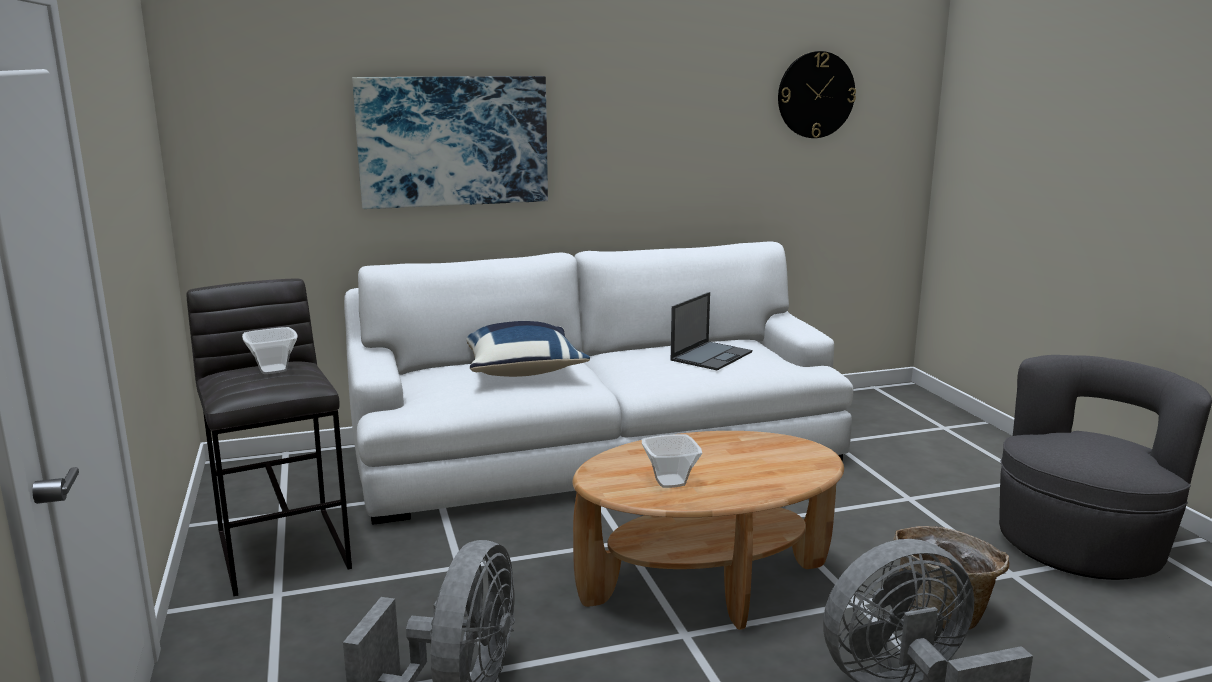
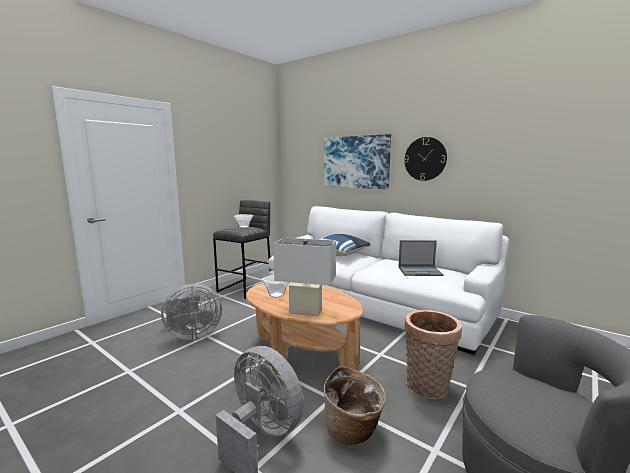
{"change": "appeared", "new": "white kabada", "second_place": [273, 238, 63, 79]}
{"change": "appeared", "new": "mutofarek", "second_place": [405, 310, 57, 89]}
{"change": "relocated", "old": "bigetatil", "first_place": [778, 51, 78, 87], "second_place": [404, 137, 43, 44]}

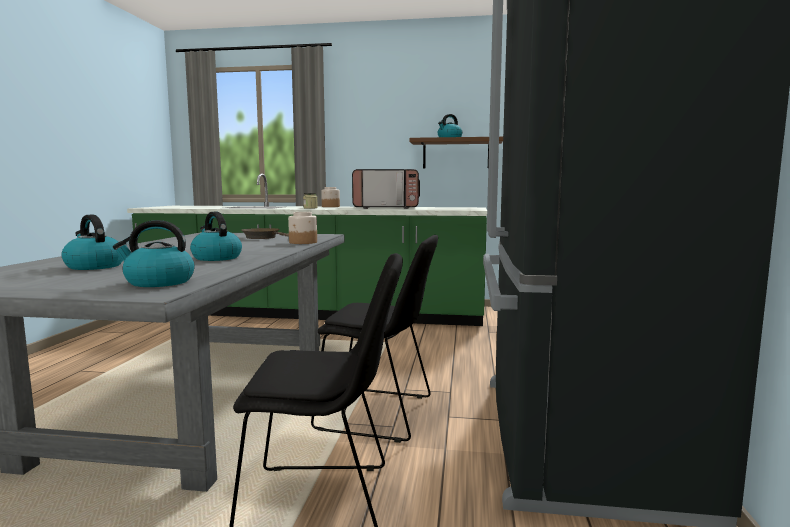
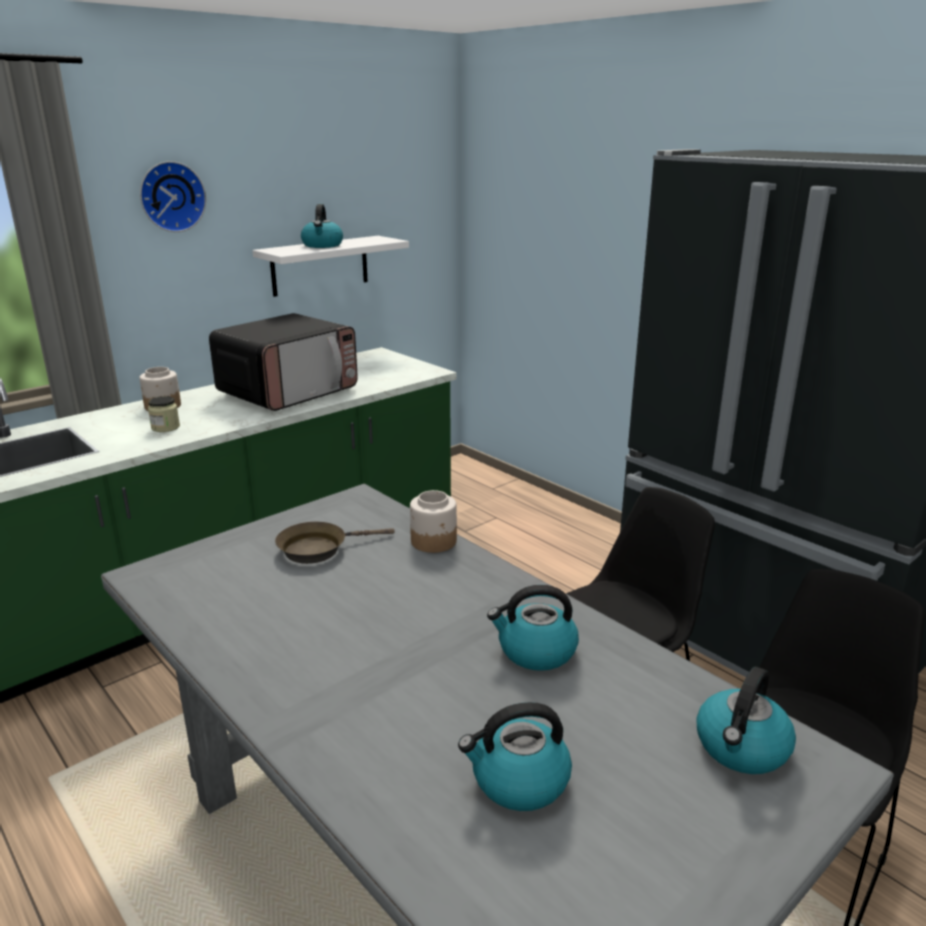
{"change": "appeared", "new": "bigetatil", "second_place": [140, 161, 66, 71]}
{"change": "colour", "old": "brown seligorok", "new": "white seligorok", "first_place": [410, 136, 93, 33], "second_place": [252, 236, 157, 61]}

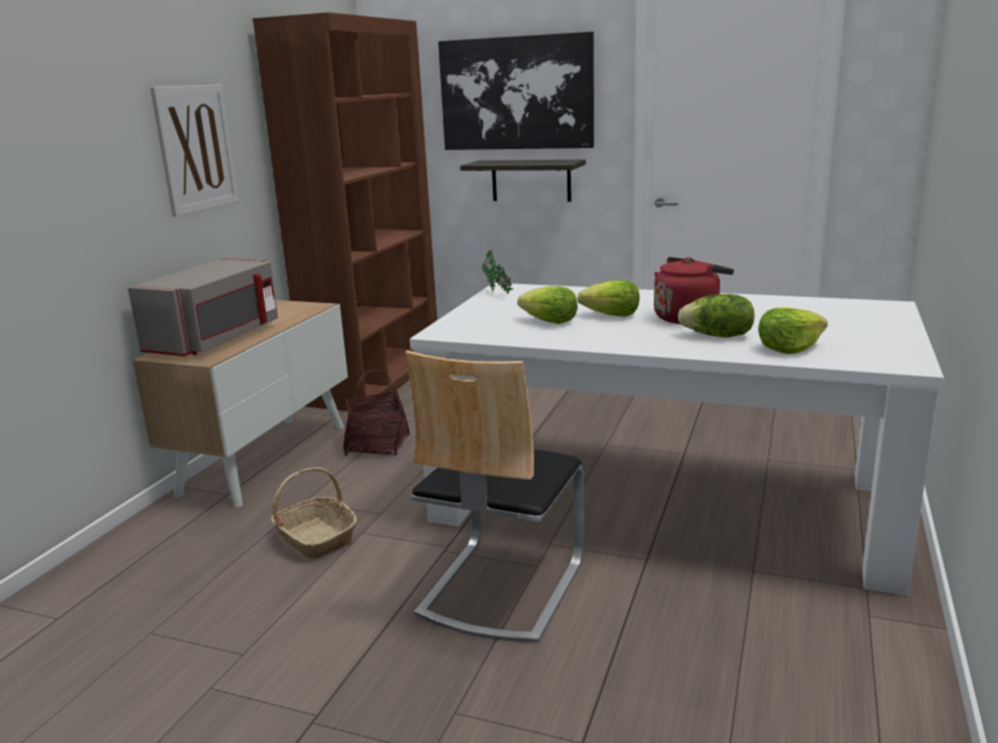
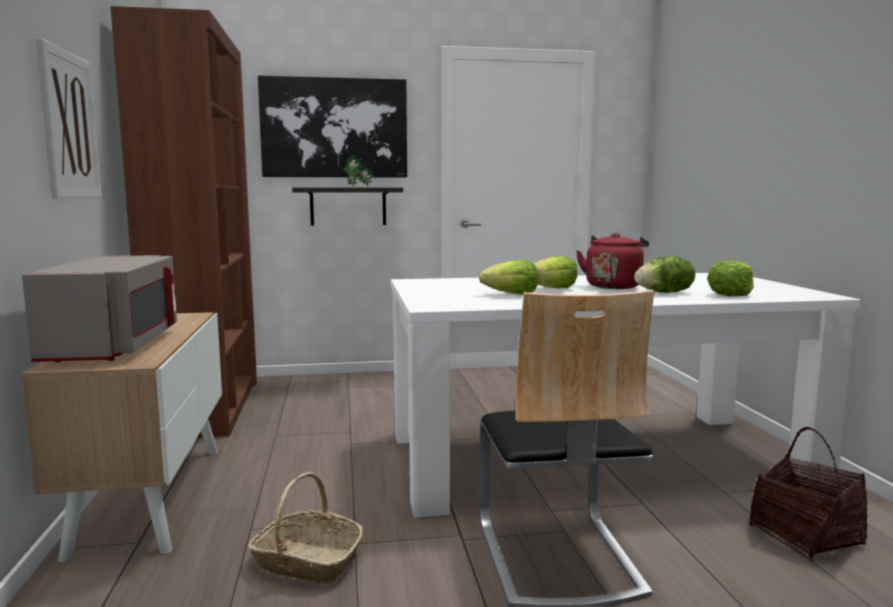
{"change": "relocated", "old": "mutofarek", "first_place": [343, 369, 67, 87], "second_place": [749, 427, 119, 134]}
{"change": "relocated", "old": "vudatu", "first_place": [482, 249, 31, 45], "second_place": [343, 155, 31, 31]}

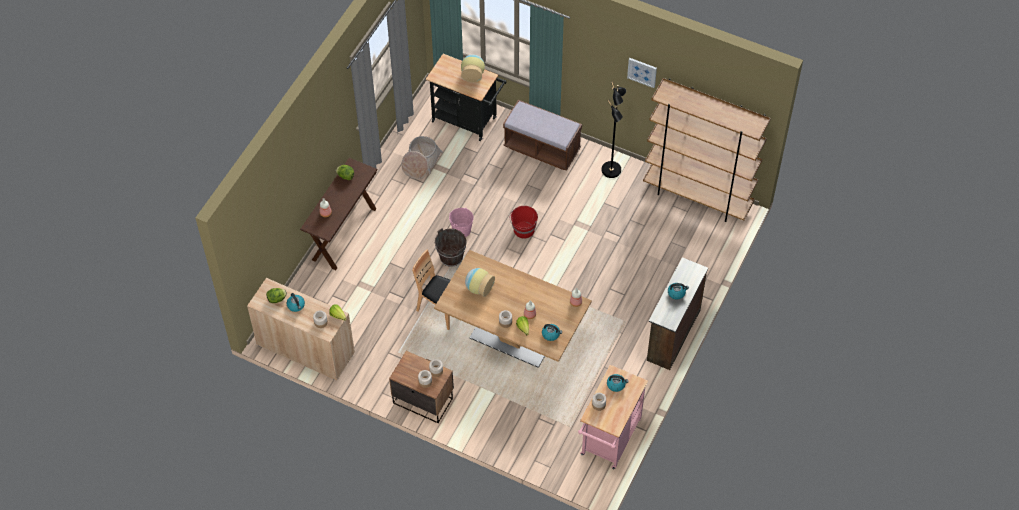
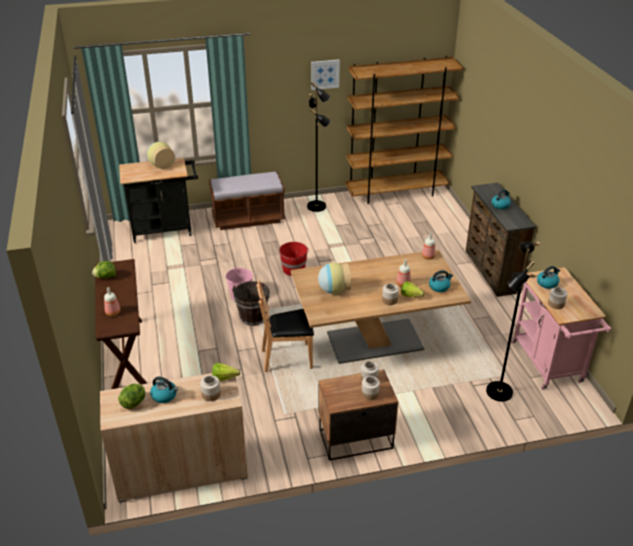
{"change": "missing", "old": "mutofarek", "first_place": [402, 136, 41, 43]}
{"change": "appeared", "new": "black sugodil", "second_place": [486, 241, 54, 161]}

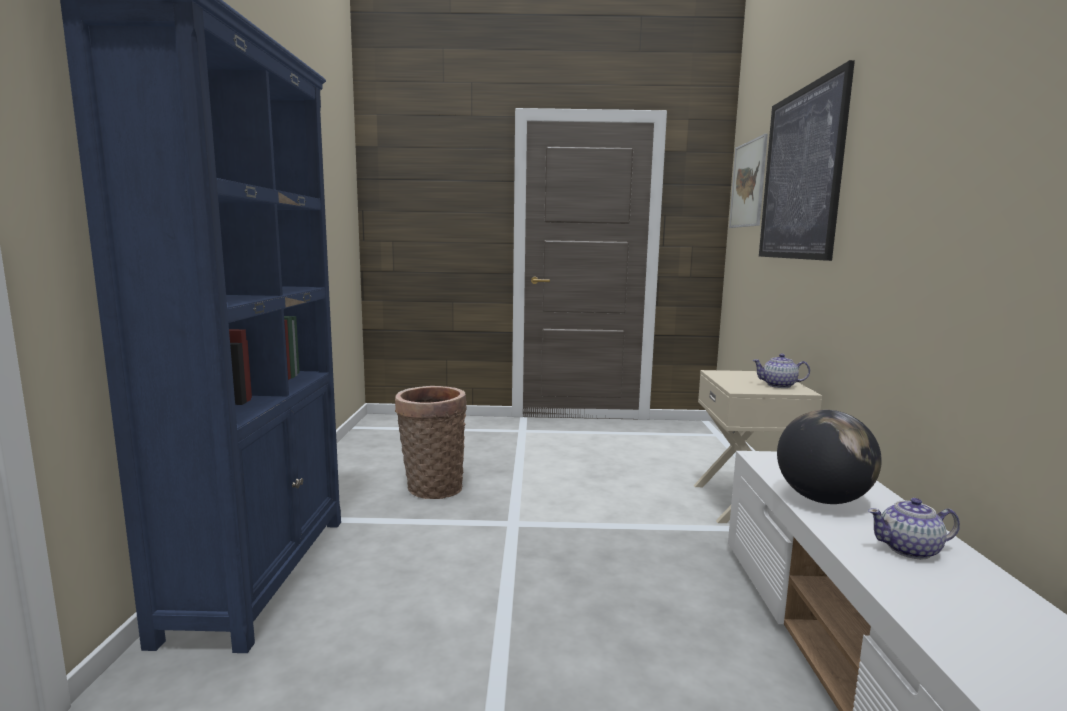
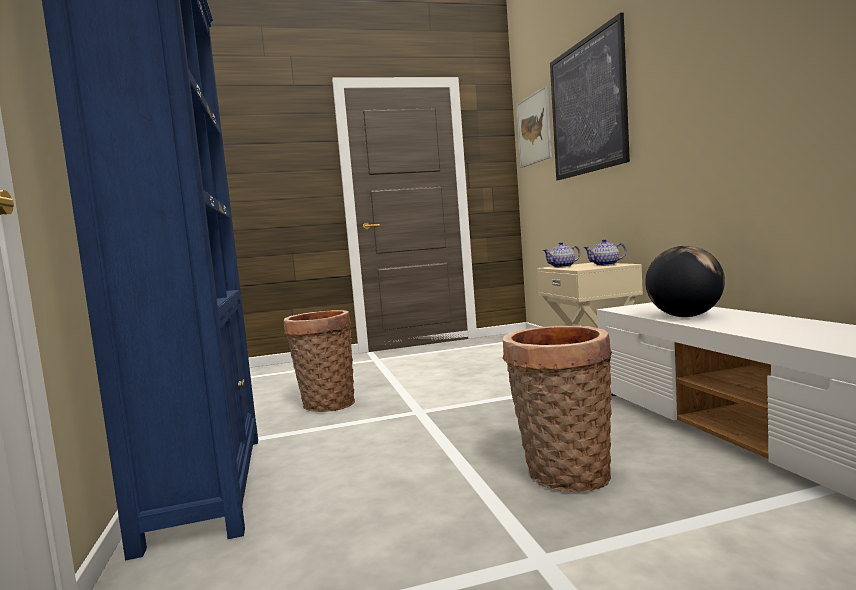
{"change": "appeared", "new": "mutofarek", "second_place": [502, 326, 110, 166]}
{"change": "relocated", "old": "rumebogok", "first_place": [868, 498, 92, 62], "second_place": [543, 242, 37, 26]}

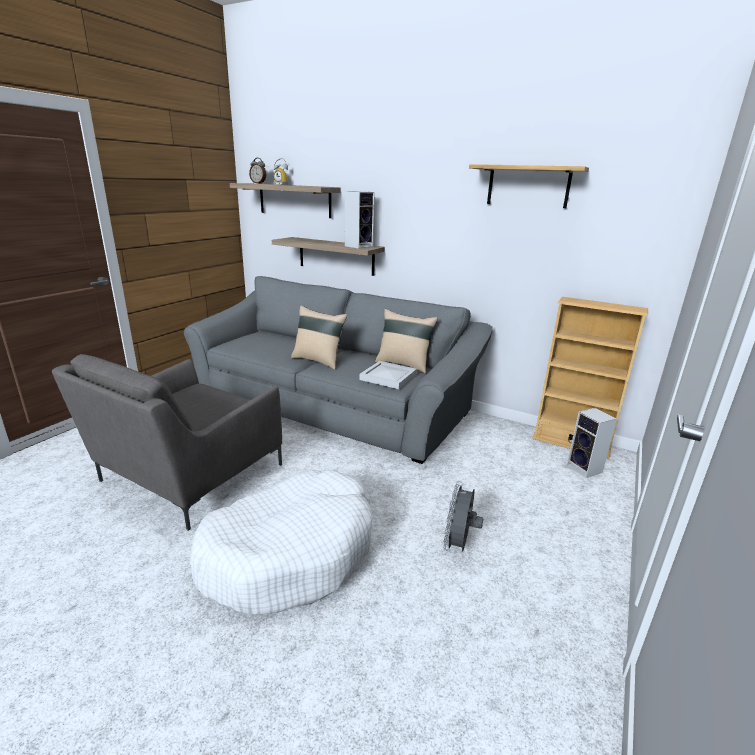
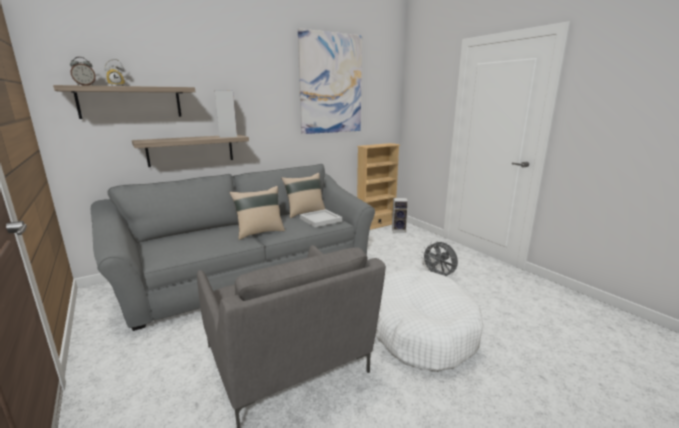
{"change": "exchanged", "old": "seligorok", "new": "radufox", "first_place": [469, 164, 120, 44], "second_place": [298, 28, 64, 106]}

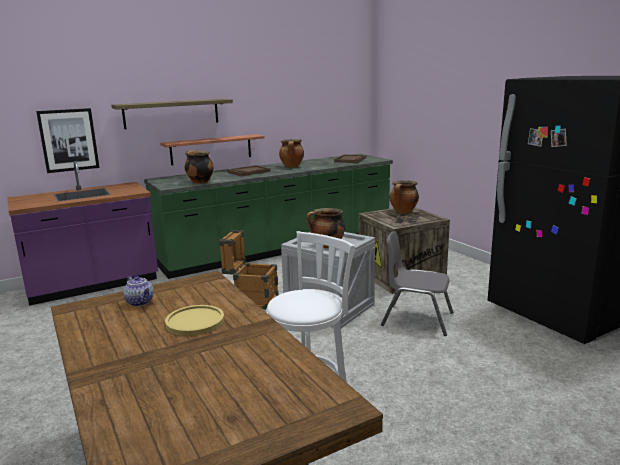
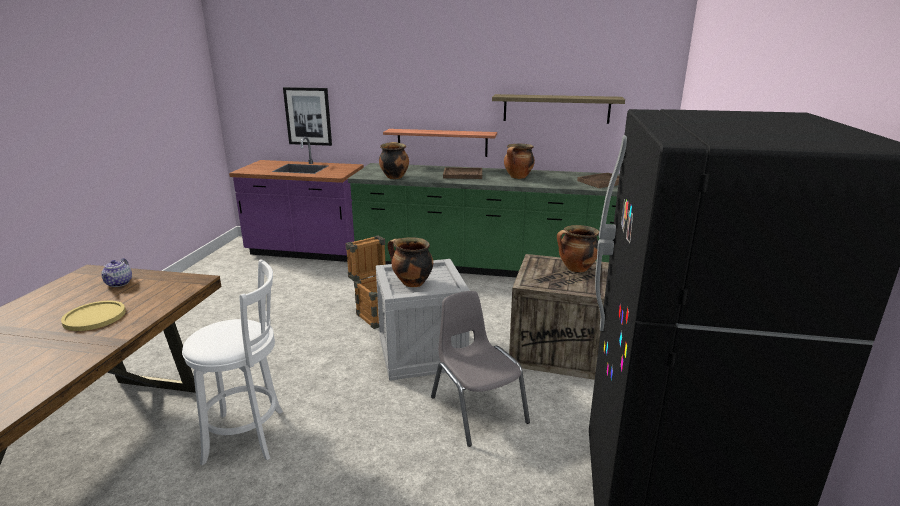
{"change": "relocated", "old": "seligorok", "first_place": [111, 99, 122, 30], "second_place": [492, 94, 133, 30]}

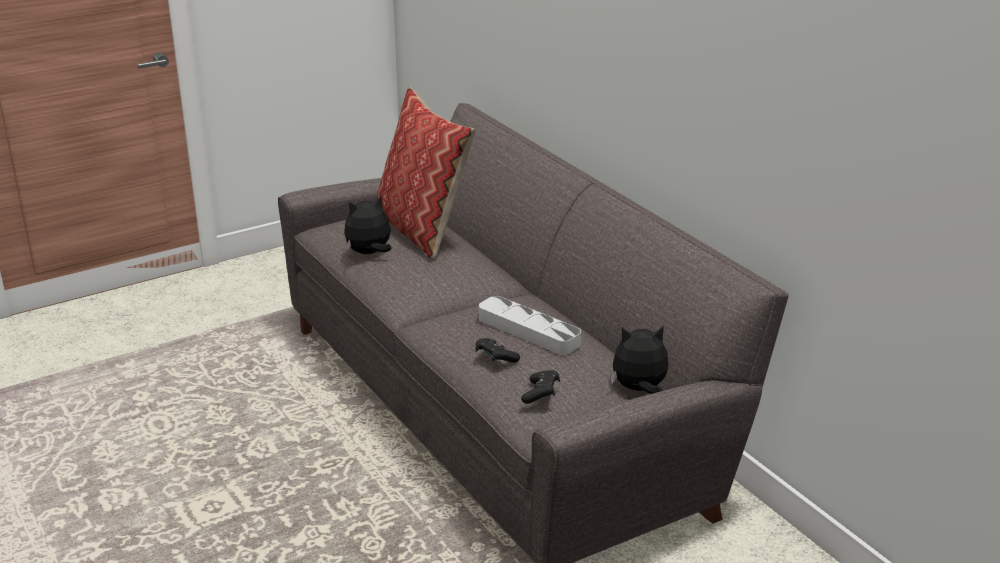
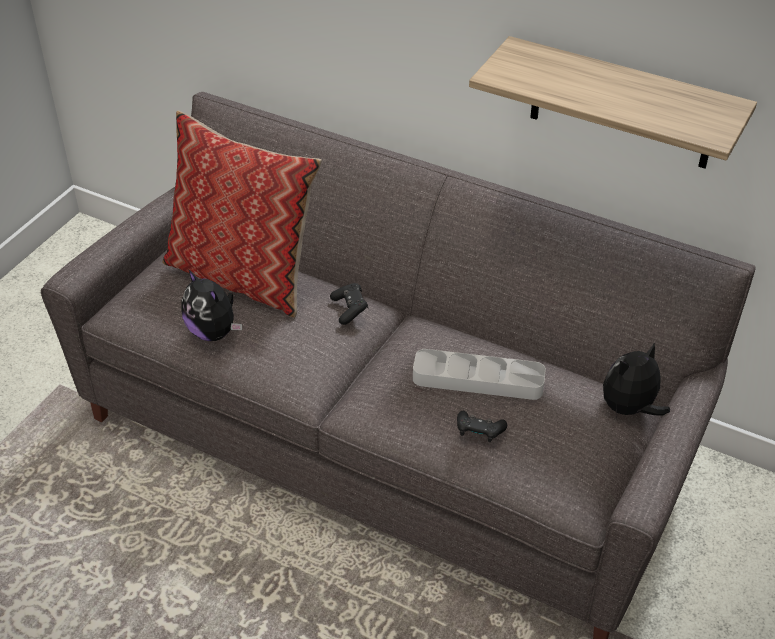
{"change": "appeared", "new": "seligorok", "second_place": [469, 36, 288, 132]}
{"change": "relocated", "old": "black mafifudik", "first_place": [521, 370, 39, 34], "second_place": [330, 283, 38, 42]}
{"change": "spun", "old": "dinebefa", "first_place": [344, 194, 48, 60], "second_place": [181, 269, 61, 72], "degrees": -75}

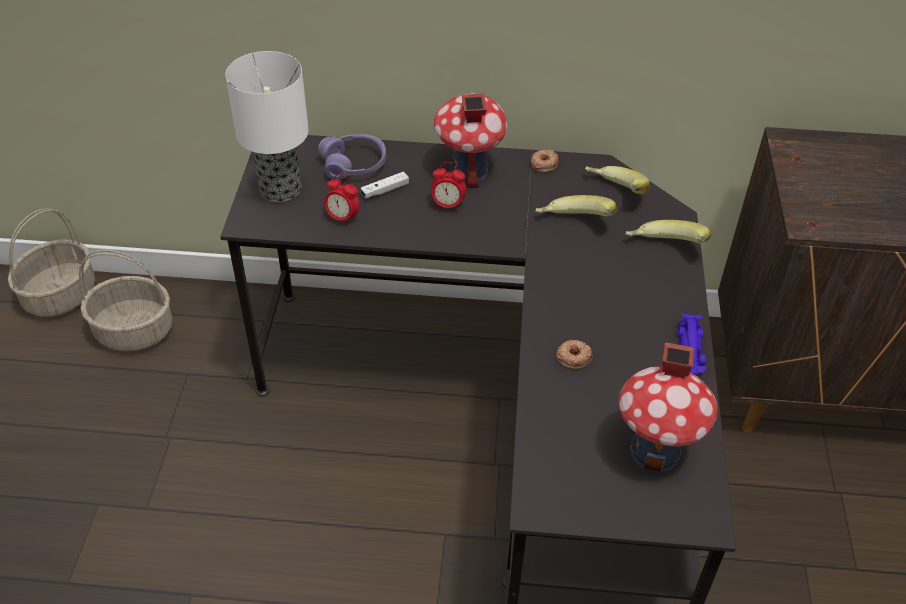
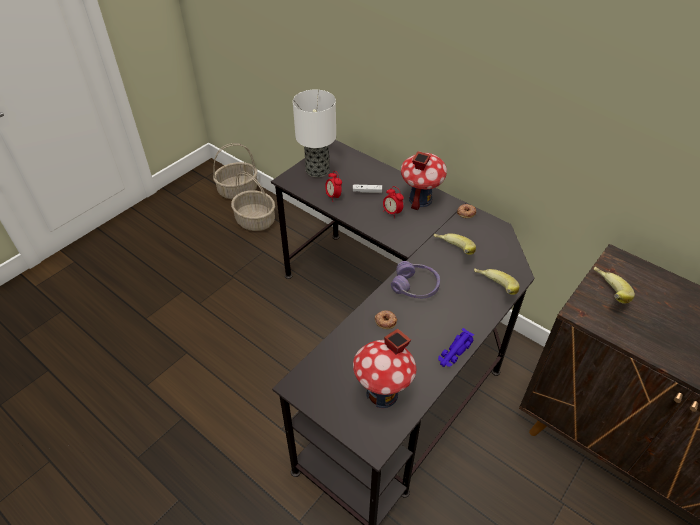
{"change": "relocated", "old": "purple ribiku", "first_place": [318, 134, 68, 46], "second_place": [391, 261, 49, 37]}
{"change": "relocated", "old": "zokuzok", "first_place": [585, 166, 64, 28], "second_place": [594, 267, 41, 37]}

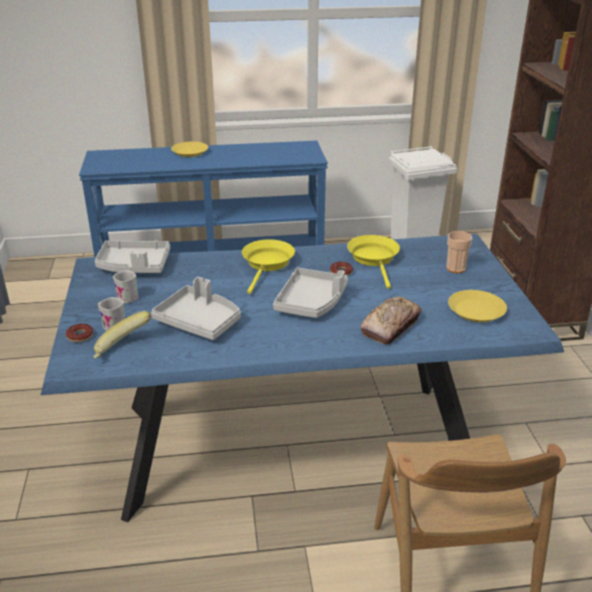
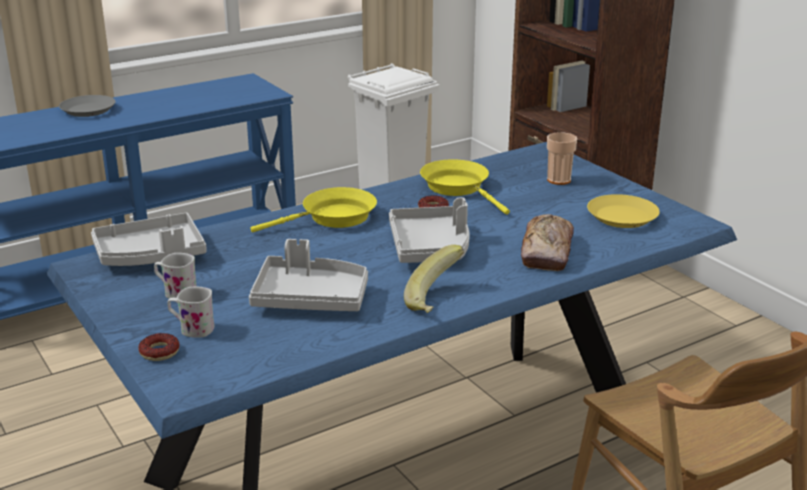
{"change": "relocated", "old": "zokuzok", "first_place": [93, 311, 58, 48], "second_place": [404, 245, 60, 68]}
{"change": "colour", "old": "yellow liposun", "new": "grey liposun", "first_place": [171, 142, 37, 15], "second_place": [59, 95, 57, 22]}
{"change": "spun", "old": "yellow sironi", "first_place": [242, 239, 53, 55], "second_place": [250, 187, 127, 46], "degrees": 75}

